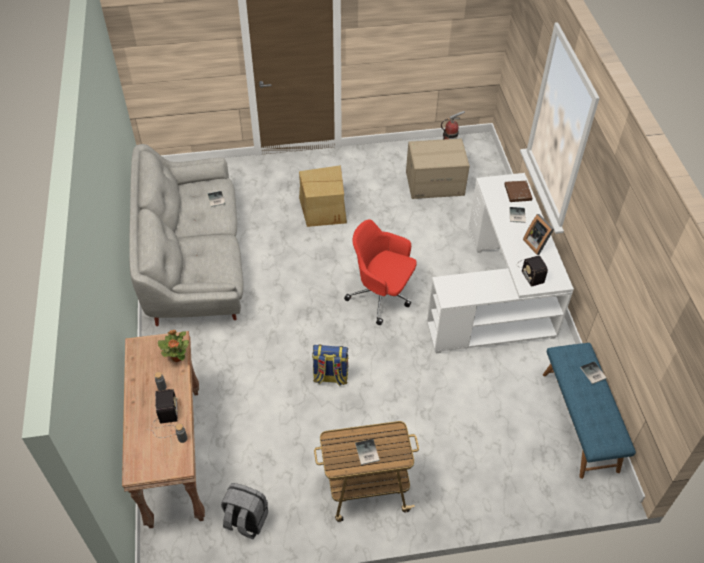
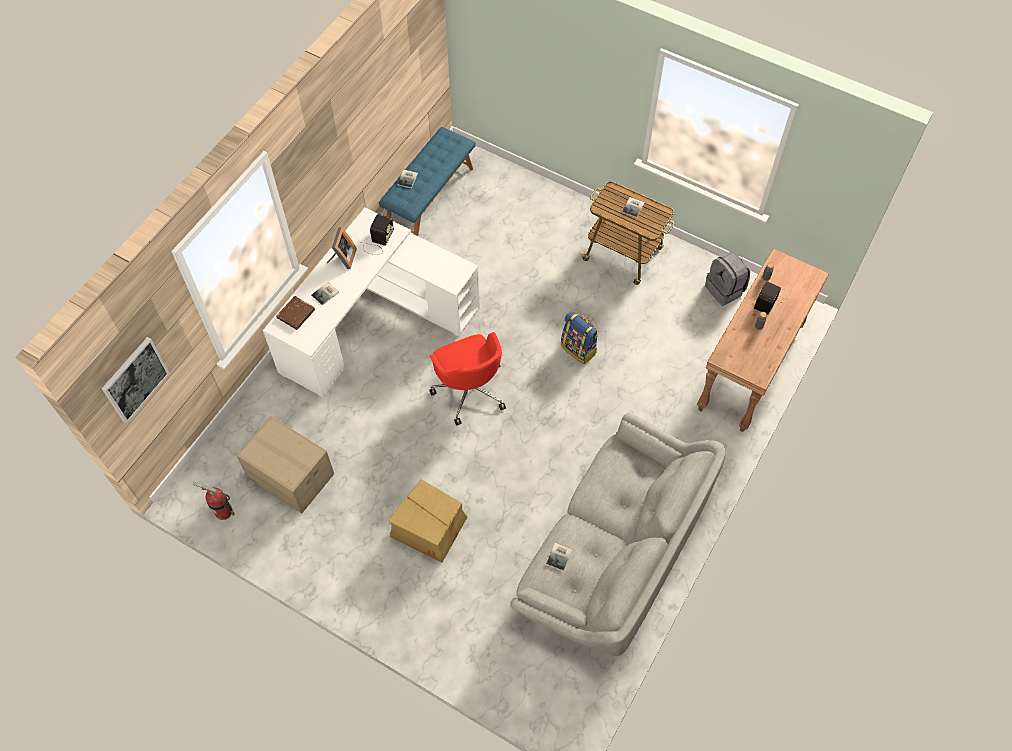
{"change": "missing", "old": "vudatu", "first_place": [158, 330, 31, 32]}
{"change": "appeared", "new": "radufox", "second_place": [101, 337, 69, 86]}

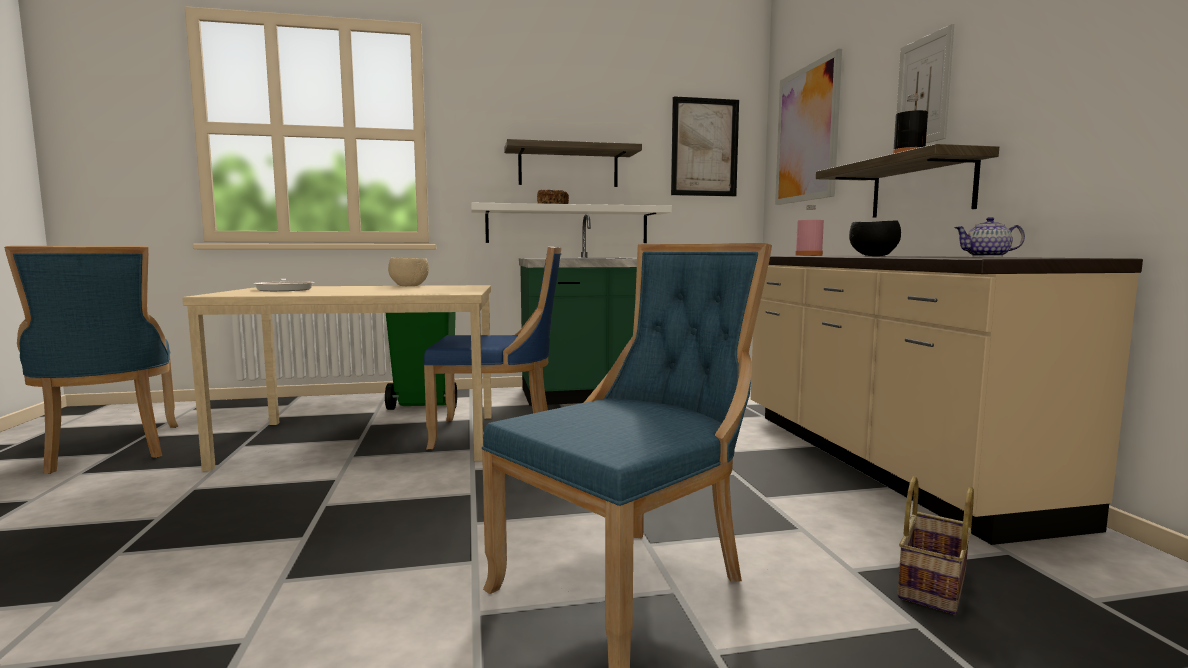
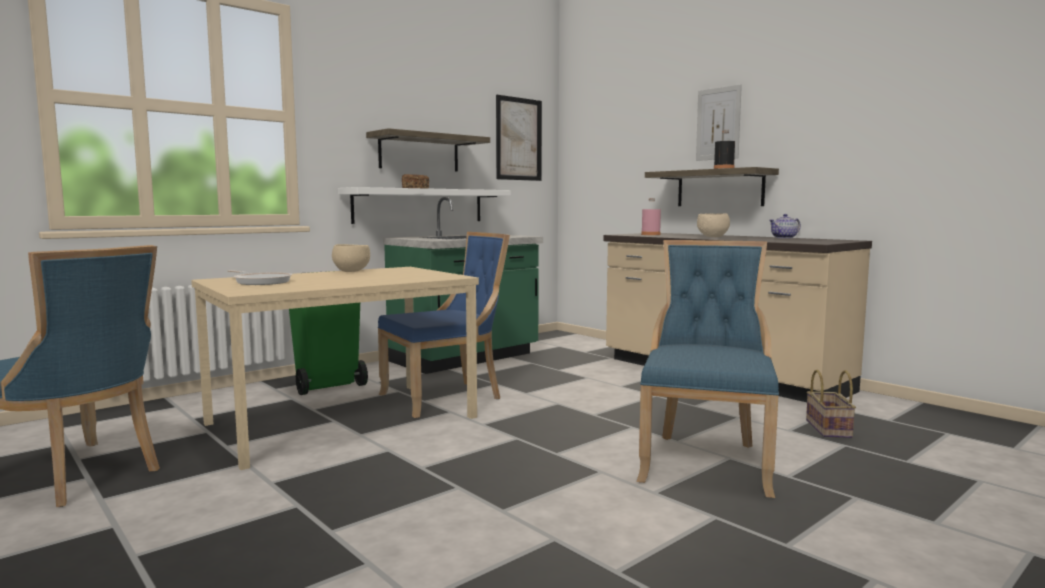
{"change": "missing", "old": "radufox", "first_place": [775, 49, 67, 156]}
{"change": "colour", "old": "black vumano", "new": "beige vumano", "first_place": [849, 220, 52, 36], "second_place": [697, 214, 33, 23]}

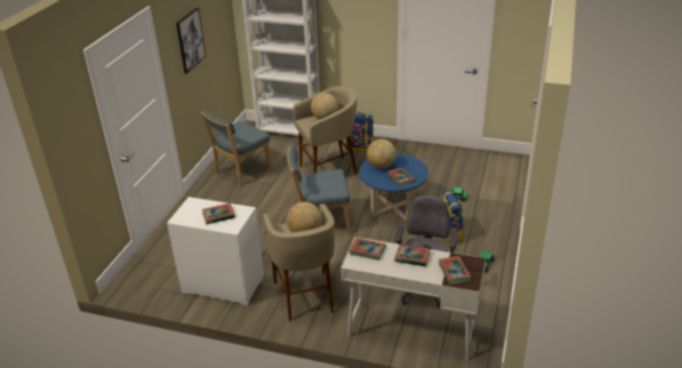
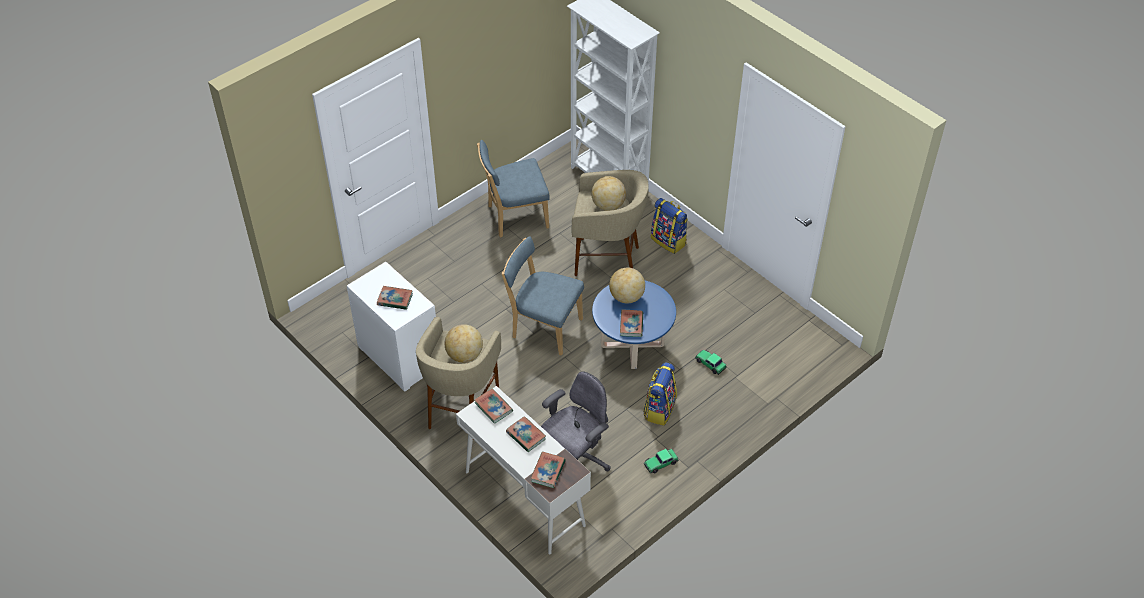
{"change": "missing", "old": "radufox", "first_place": [176, 8, 30, 66]}

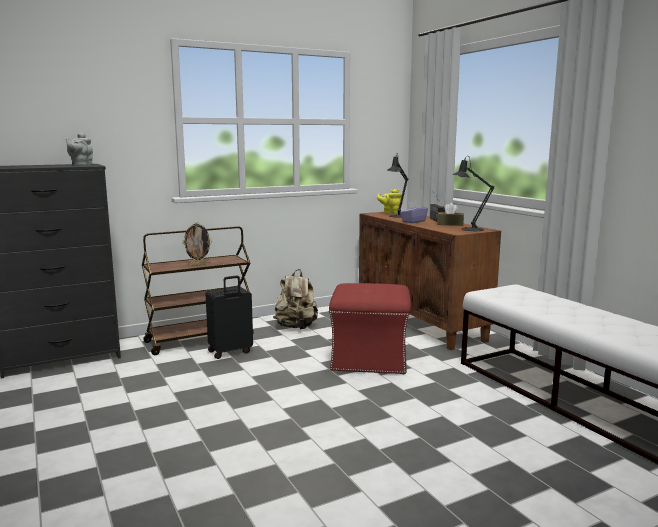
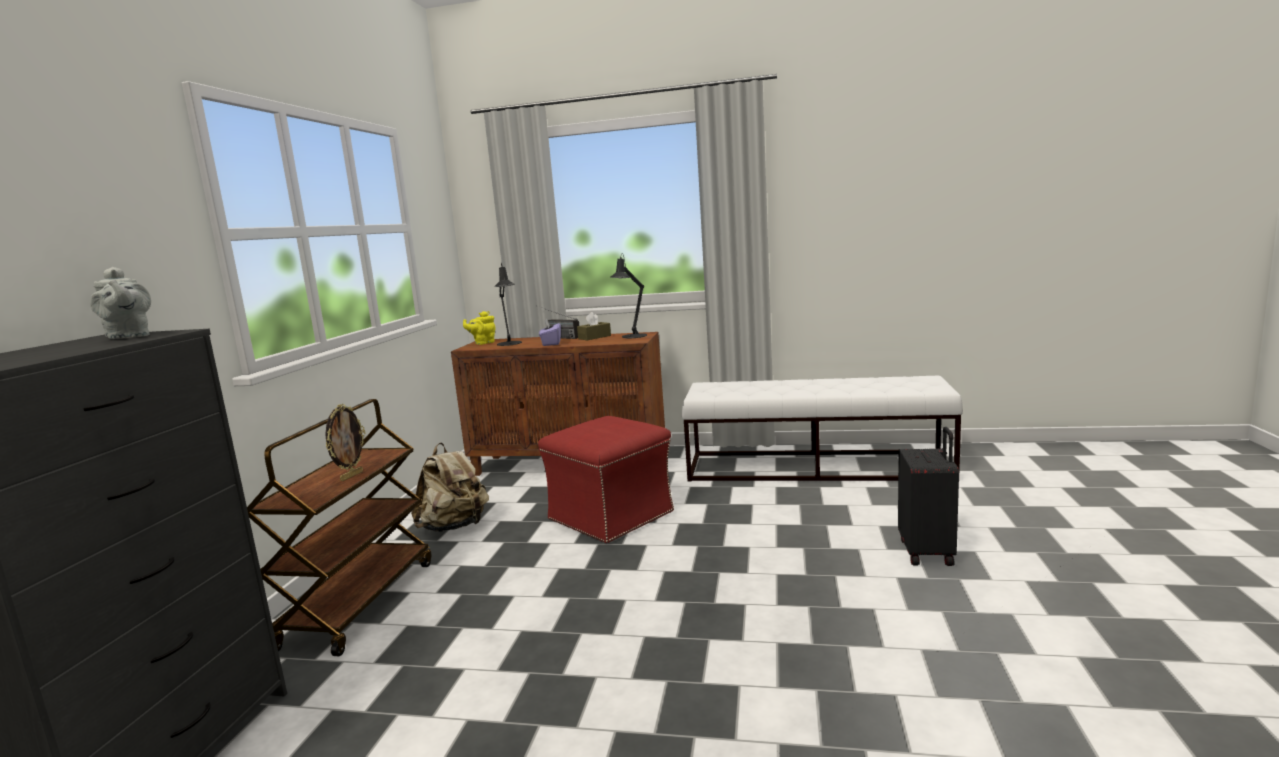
{"change": "relocated", "old": "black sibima", "first_place": [206, 275, 47, 84], "second_place": [898, 427, 61, 139]}

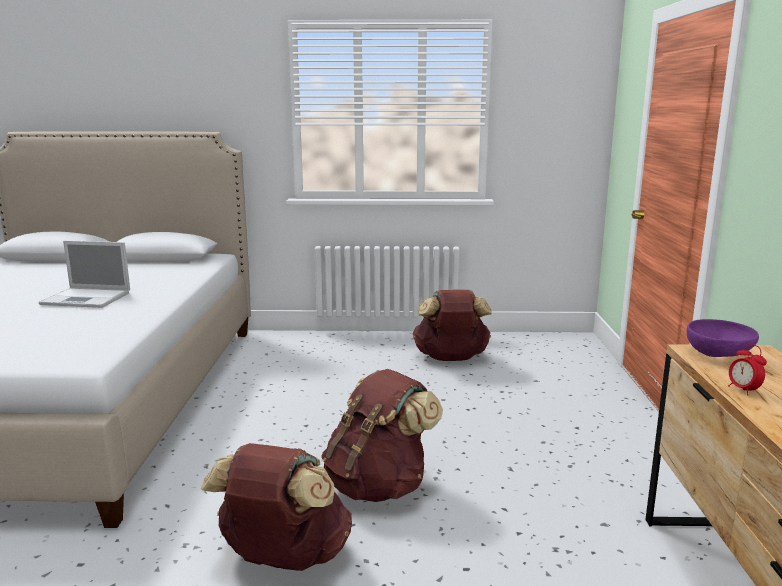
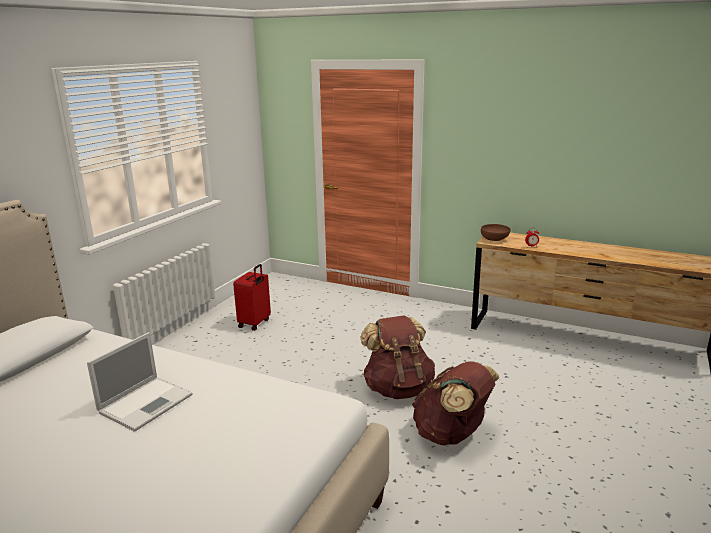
{"change": "exchanged", "old": "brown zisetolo", "new": "red sibima", "first_place": [412, 290, 80, 71], "second_place": [233, 264, 38, 67]}
{"change": "colour", "old": "purple vumano", "new": "brown vumano", "first_place": [687, 319, 72, 38], "second_place": [481, 224, 30, 17]}

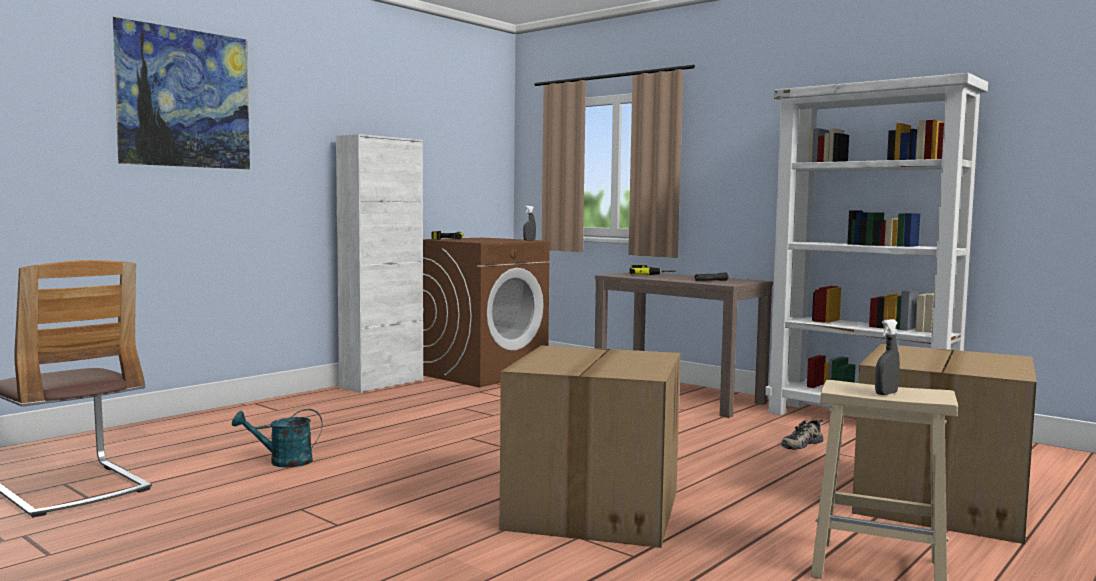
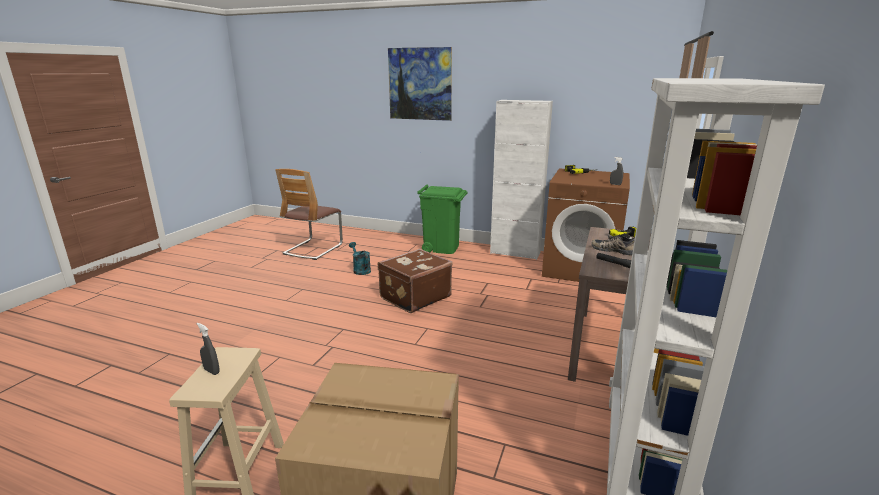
{"change": "missing", "old": "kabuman", "first_place": [500, 345, 181, 203]}
{"change": "appeared", "new": "brown sibima", "second_place": [378, 248, 74, 65]}
{"change": "appeared", "new": "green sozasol", "second_place": [417, 185, 50, 69]}
{"change": "relocated", "old": "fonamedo", "first_place": [781, 419, 42, 31], "second_place": [591, 234, 44, 22]}

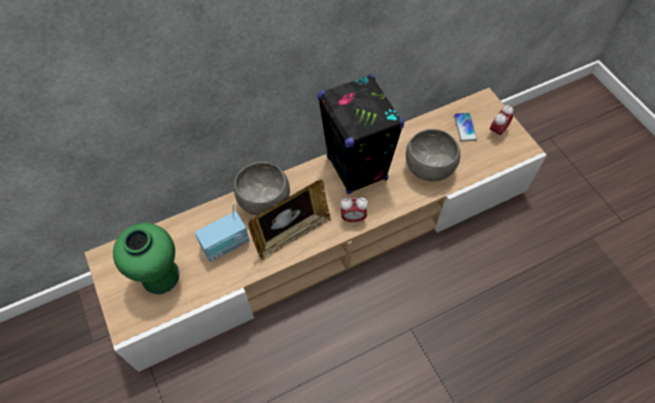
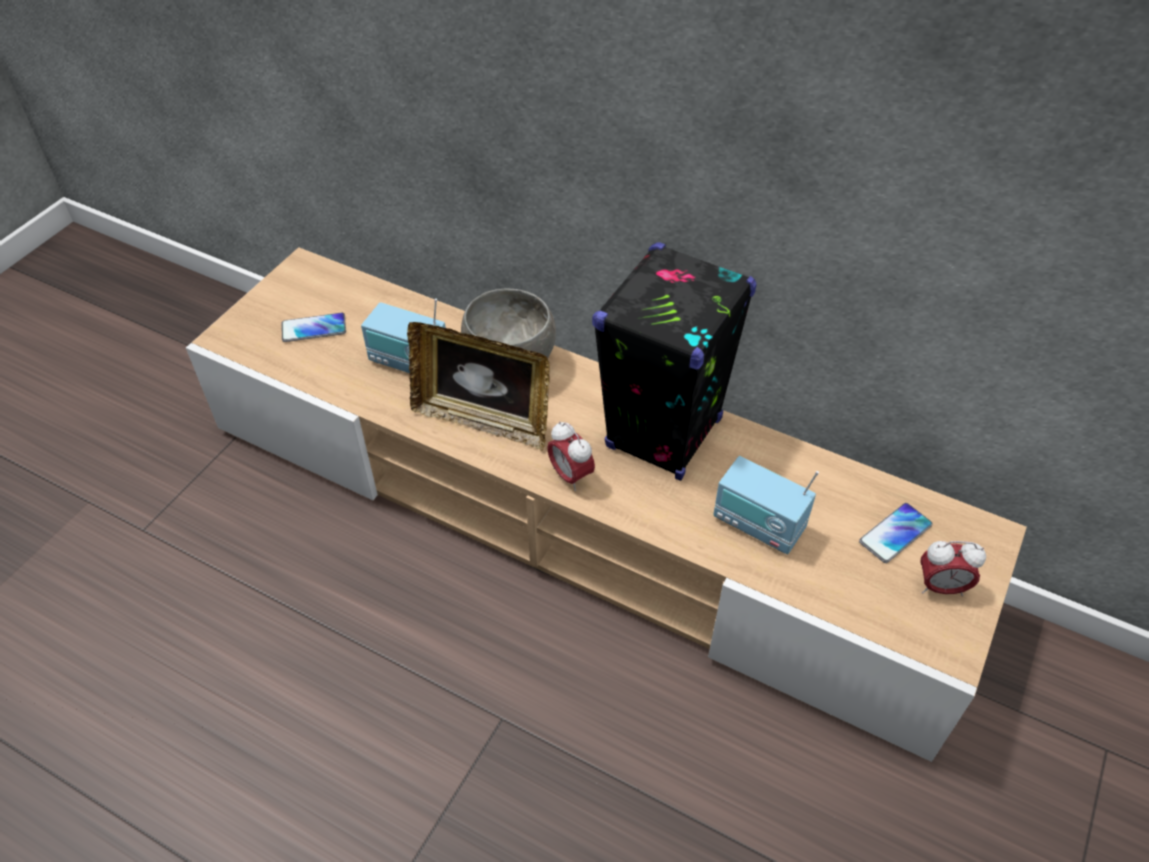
{"change": "exchanged", "old": "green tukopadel", "new": "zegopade", "first_place": [113, 223, 67, 71], "second_place": [281, 313, 65, 29]}
{"change": "exchanged", "old": "grey vumano", "new": "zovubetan", "first_place": [406, 129, 54, 52], "second_place": [713, 456, 106, 98]}

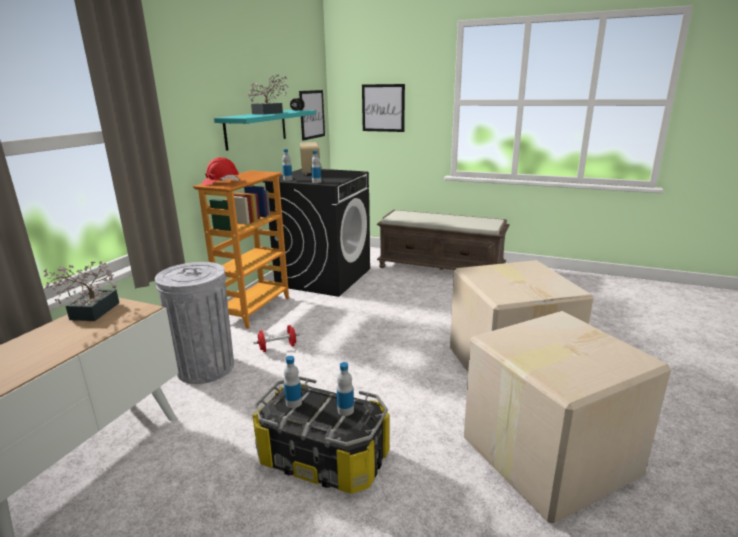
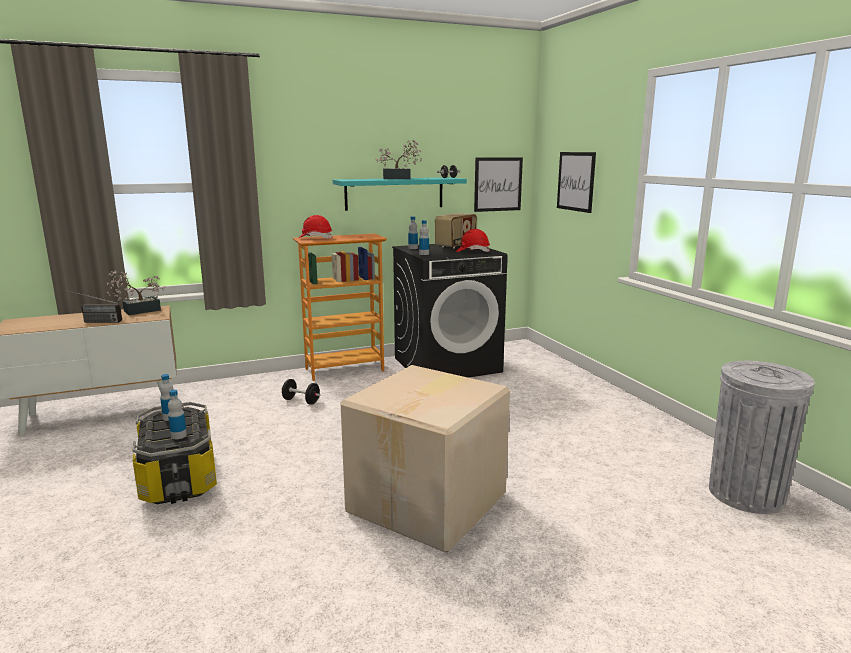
{"change": "missing", "old": "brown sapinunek", "first_place": [377, 210, 133, 60]}
{"change": "missing", "old": "kabuman", "first_place": [464, 311, 207, 212]}
{"change": "appeared", "new": "zovubetan", "second_place": [65, 290, 57, 33]}
{"change": "appeared", "new": "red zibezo", "second_place": [456, 229, 34, 23]}
{"change": "relocated", "old": "grey sozasol", "first_place": [155, 262, 79, 122], "second_place": [709, 361, 106, 153]}
{"change": "colour", "old": "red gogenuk", "new": "black gogenuk", "first_place": [254, 325, 46, 27], "second_place": [282, 379, 38, 26]}

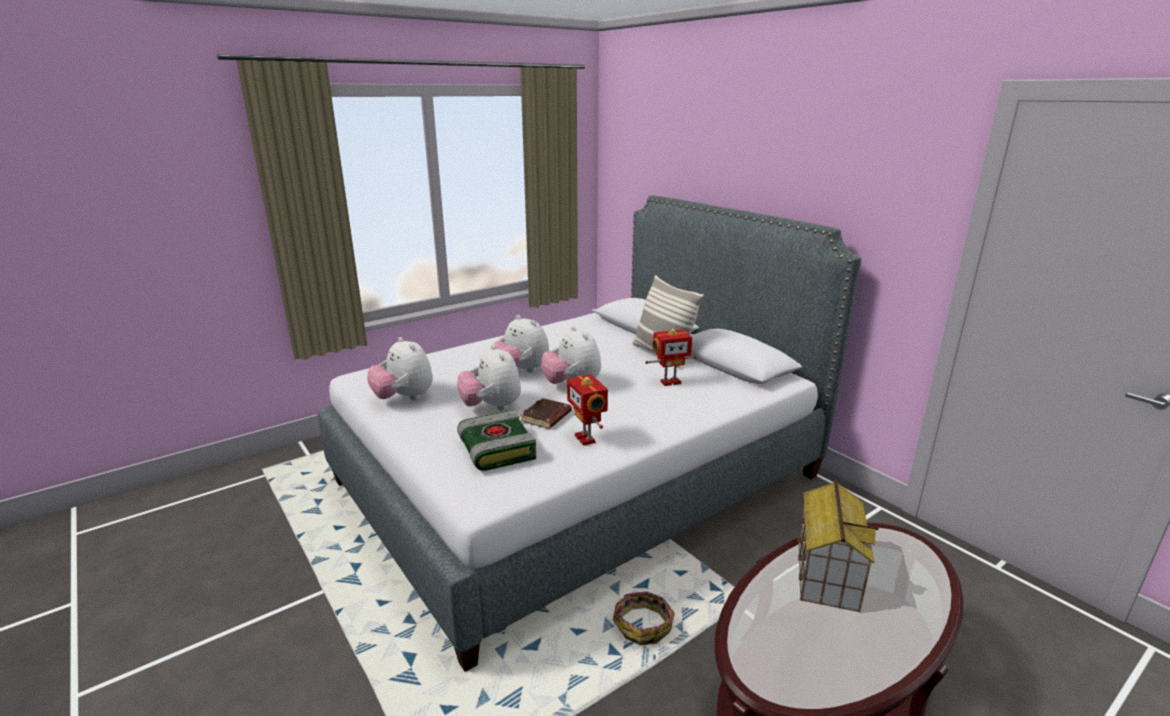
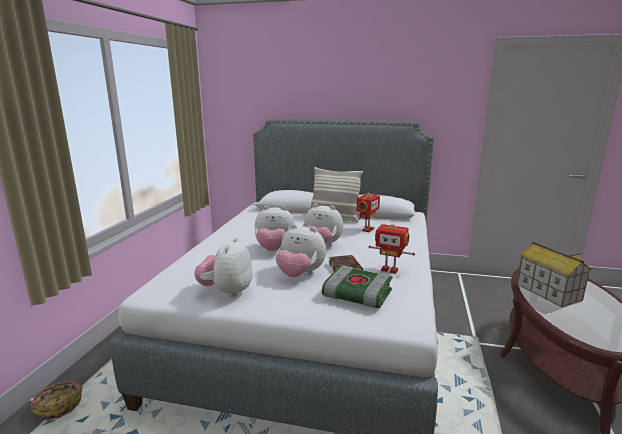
{"change": "relocated", "old": "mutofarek", "first_place": [613, 592, 62, 53], "second_place": [31, 381, 51, 39]}
{"change": "spun", "old": "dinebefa", "first_place": [368, 337, 65, 63], "second_place": [194, 238, 59, 59], "degrees": 90}

